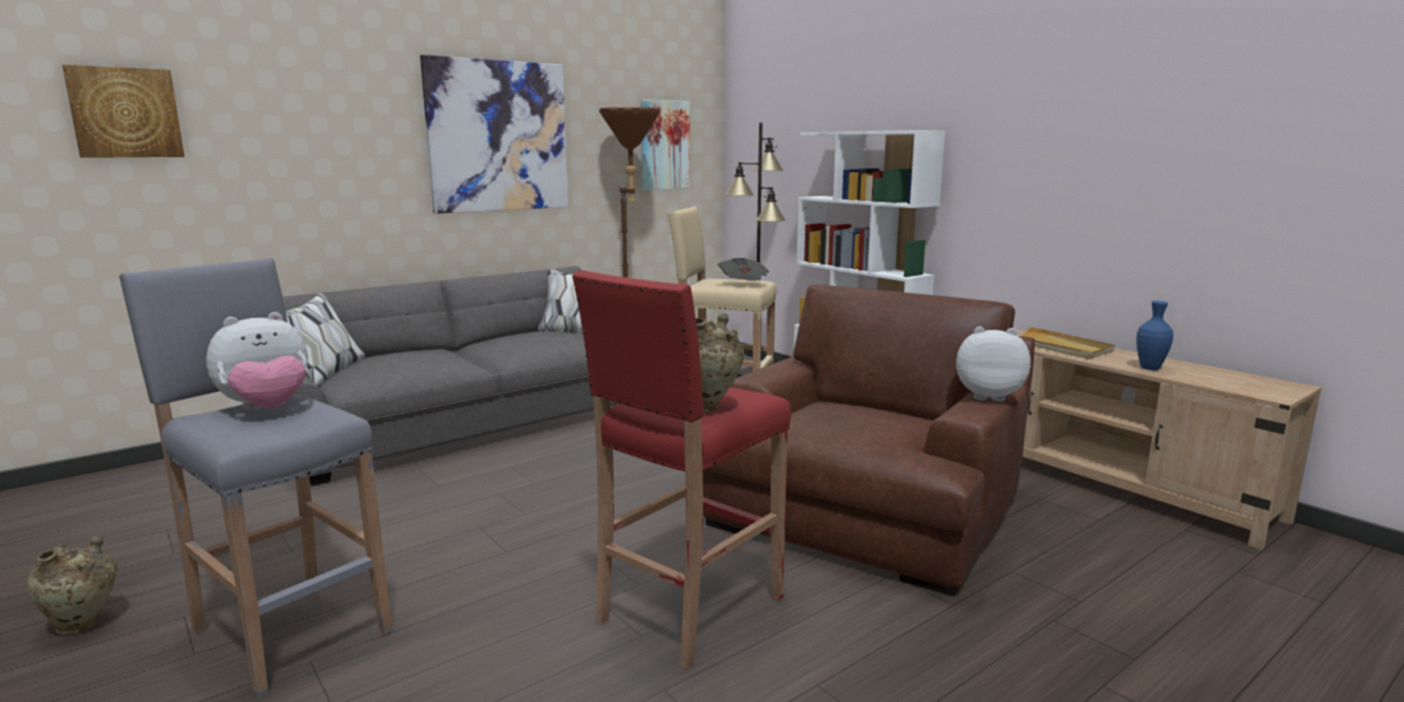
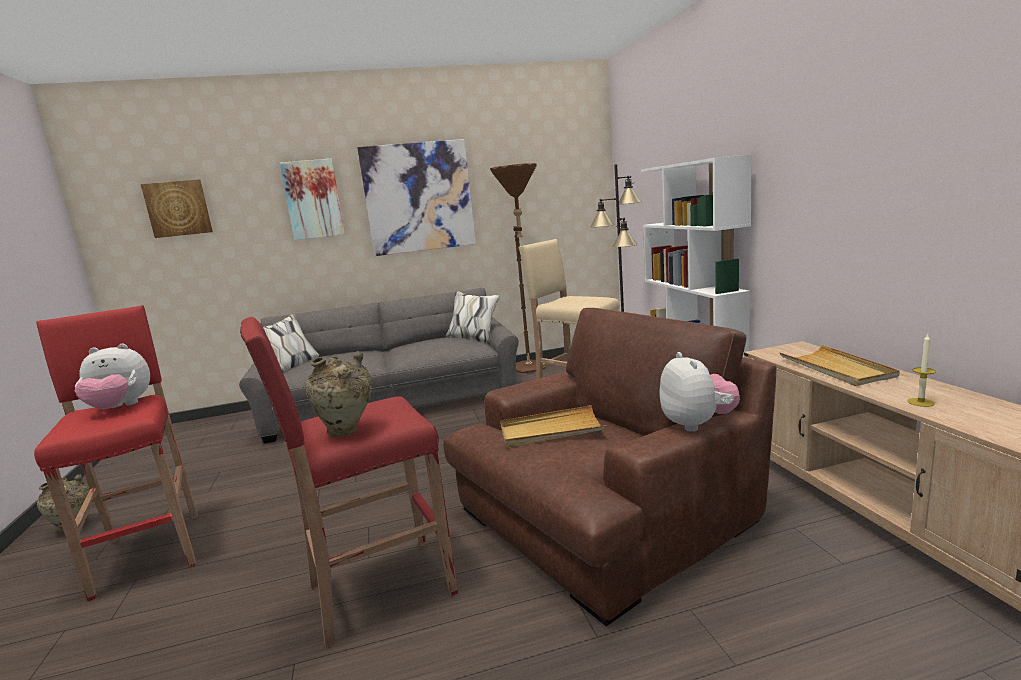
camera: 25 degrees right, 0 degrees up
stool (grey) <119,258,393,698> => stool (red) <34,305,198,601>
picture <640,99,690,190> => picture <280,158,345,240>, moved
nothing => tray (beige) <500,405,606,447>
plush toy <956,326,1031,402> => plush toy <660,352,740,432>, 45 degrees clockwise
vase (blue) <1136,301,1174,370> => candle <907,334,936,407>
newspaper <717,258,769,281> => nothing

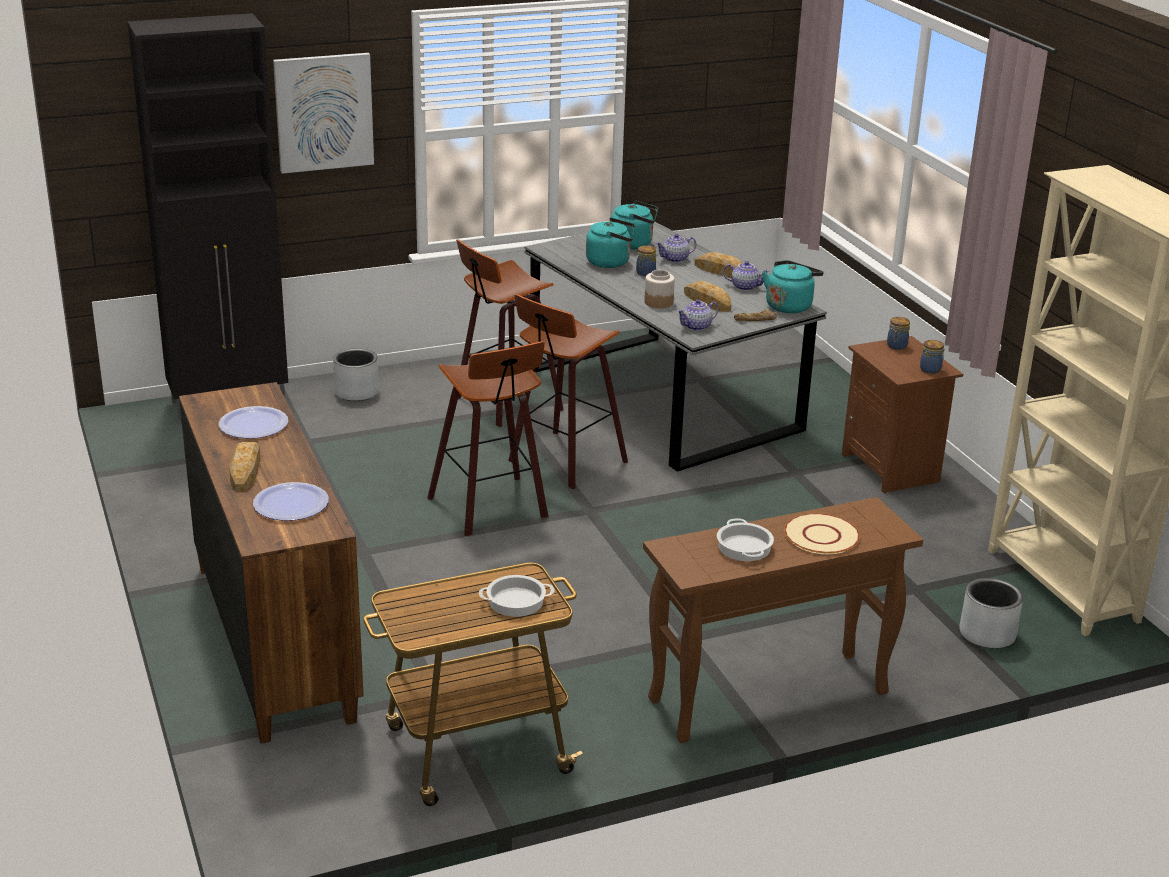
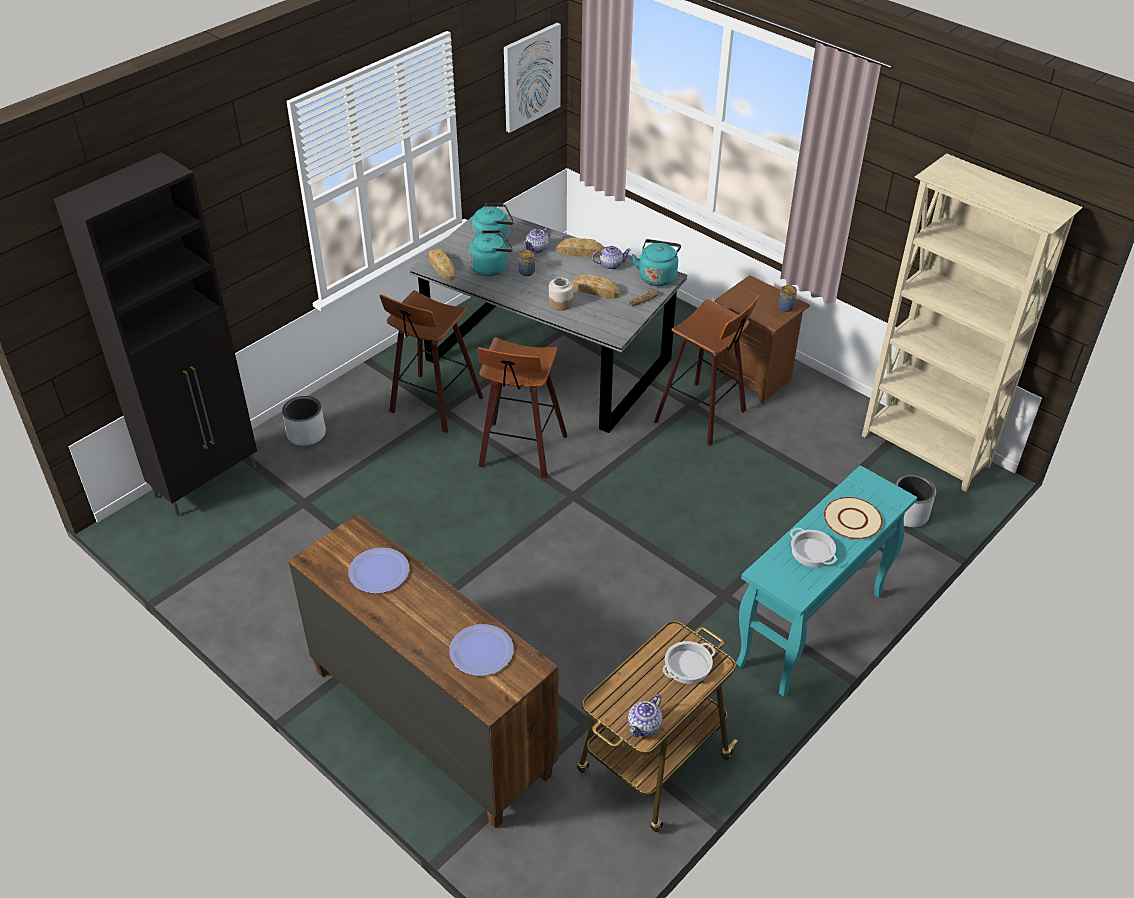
camera: 25 degrees left, 15 degrees up
bread <229,442,261,491> => bread <429,248,455,281>, moved
picture <273,53,374,174> => picture <504,23,561,133>, moved
teapot <677,299,718,331> => teapot <628,694,663,737>, moved
stool <428,341,548,536> => stool <654,295,760,446>, moved
console table (brown) <643,497,924,743> => console table (turquoise) <736,465,917,697>
jar <887,317,910,350> => nothing

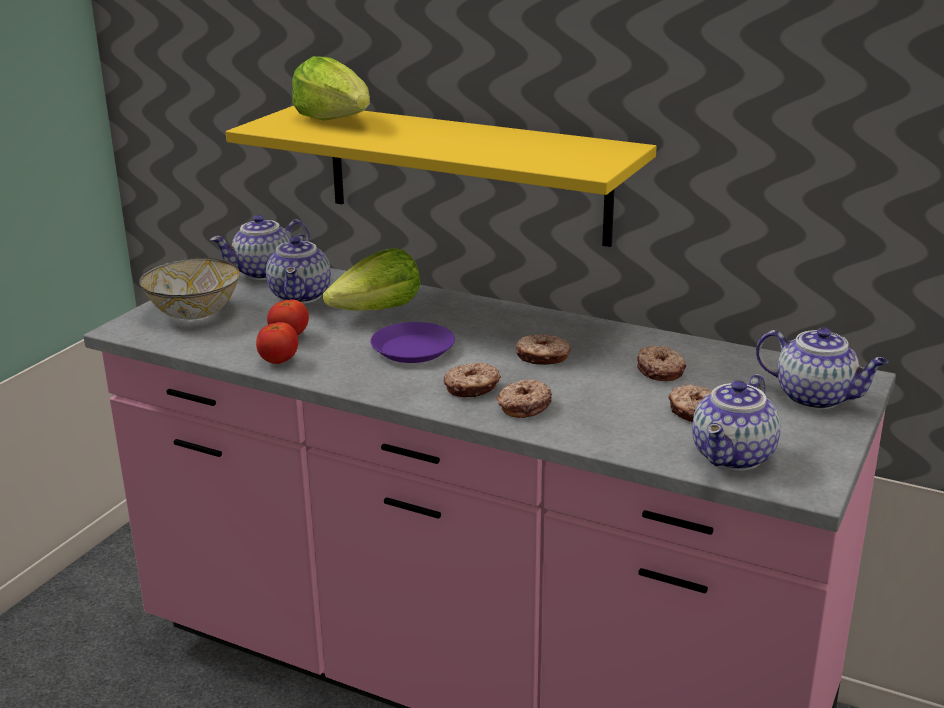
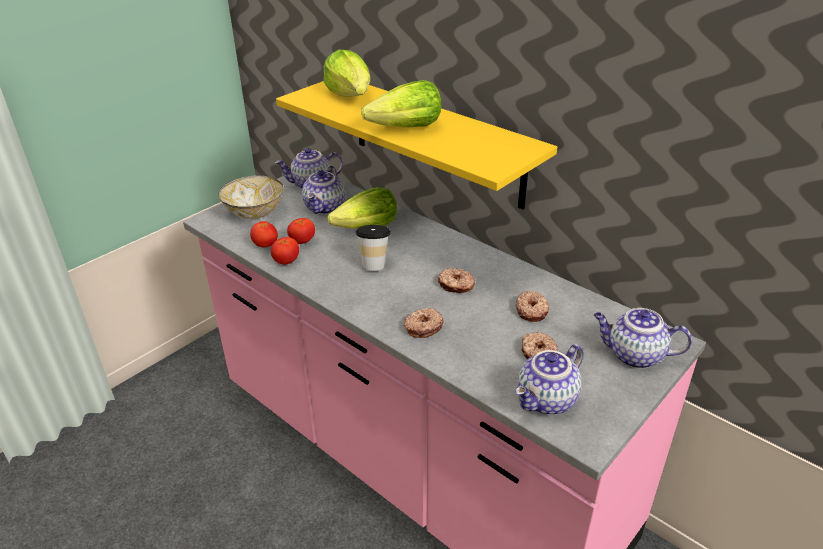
camera: 15 degrees right, 10 degrees up
nothing => tomato <250,221,278,247>
plate (purple) <370,322,455,363> => cup <356,225,391,271>
nothing => lettuce <361,80,441,128>
teapot <756,327,888,410> => teapot <593,308,692,369>, 150 degrees clockwise
donut <444,362,501,397> => nothing

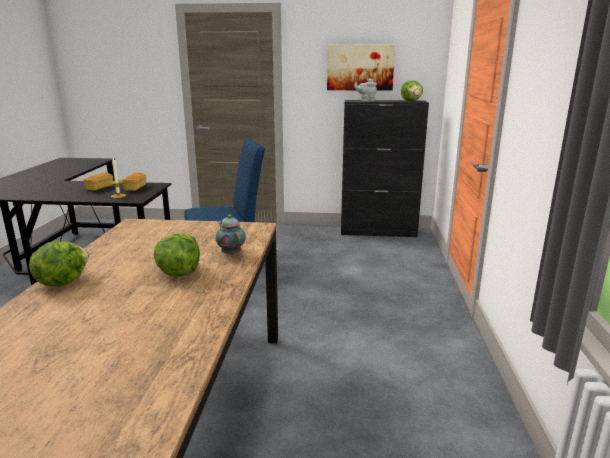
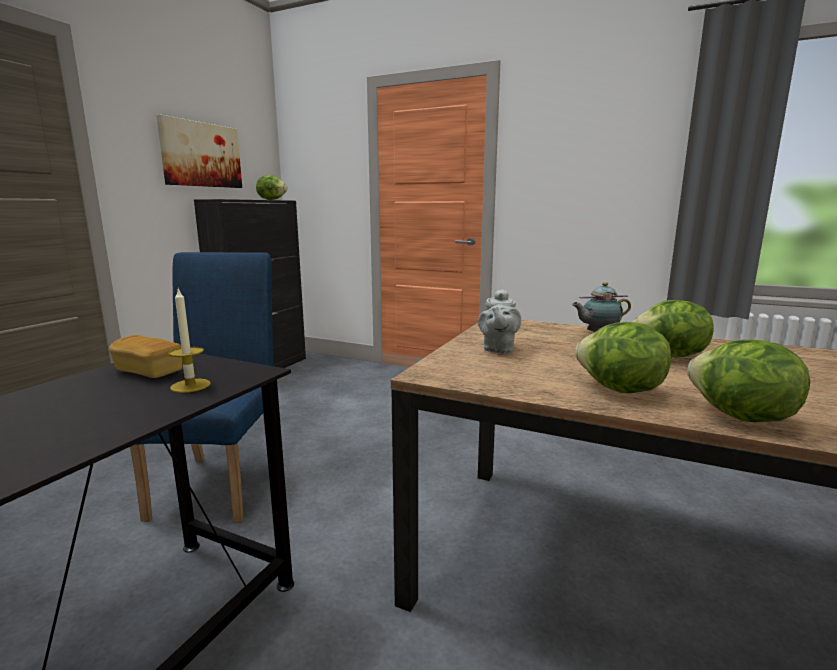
camera: 70 degrees left, 5 degrees down
teapot (grey) <354,78,377,102> => teapot (grey) <478,289,521,354>, moved
nothing => lettuce <575,322,671,393>
bread <83,173,113,191> => nothing

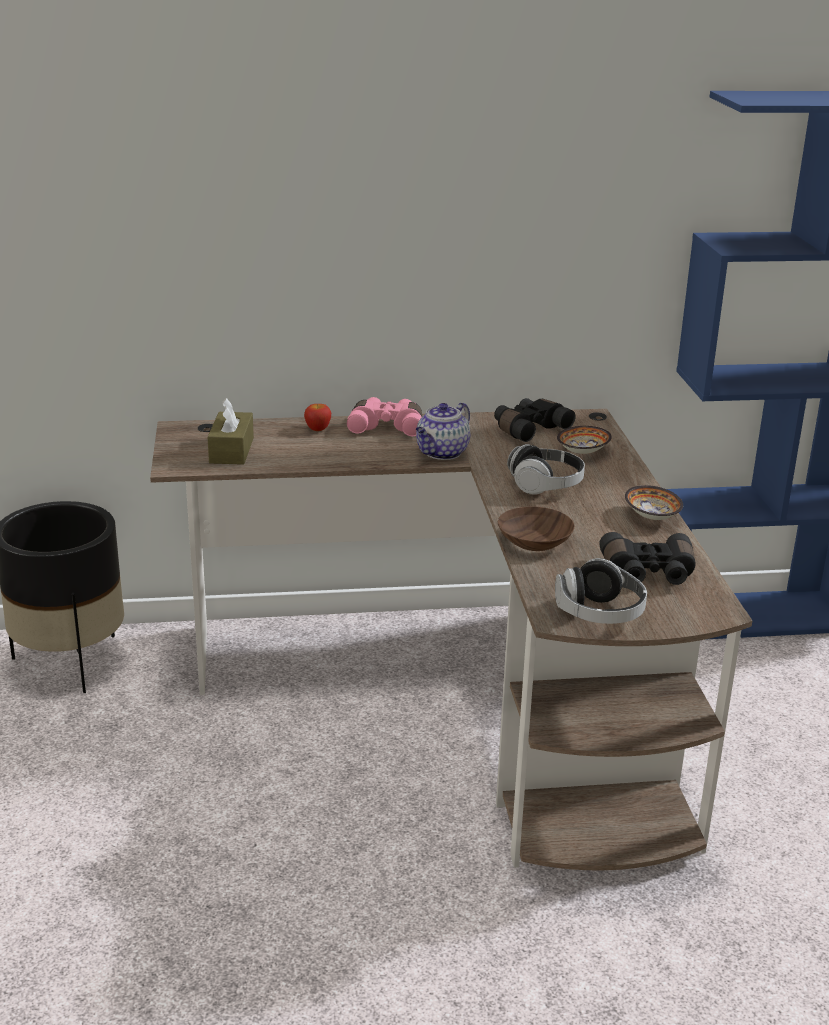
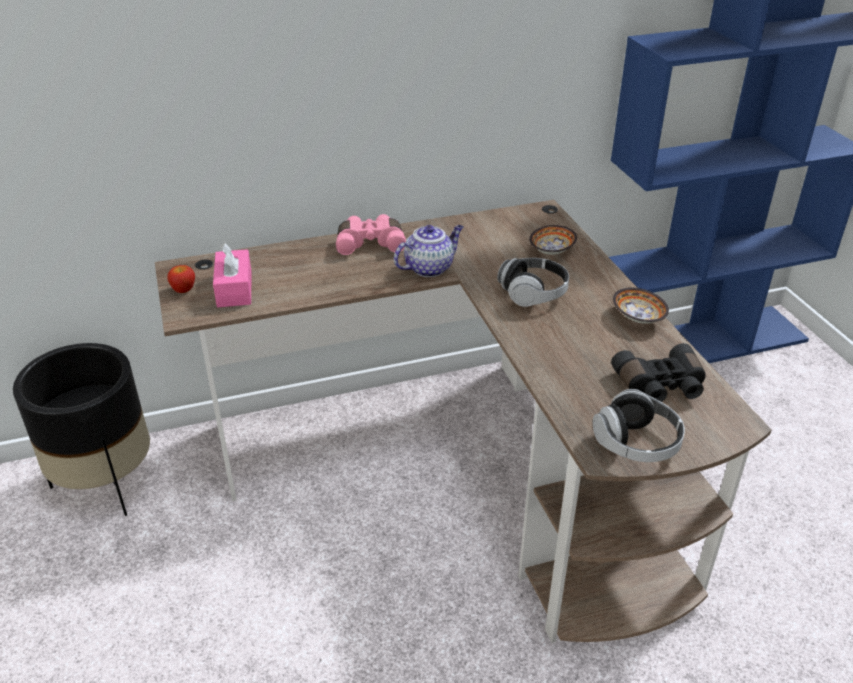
camera: 10 degrees left, 10 degrees up
apple <304,404,331,431> => apple <167,265,195,293>, moved
tissue box (brown) <208,398,254,465> => tissue box (pink) <213,243,252,307>
teapot <416,403,470,460> => teapot <394,225,463,277>, 150 degrees counterclockwise
binoculars (black) <494,398,576,442> => nothing
bowl (brown) <498,506,575,551> => nothing

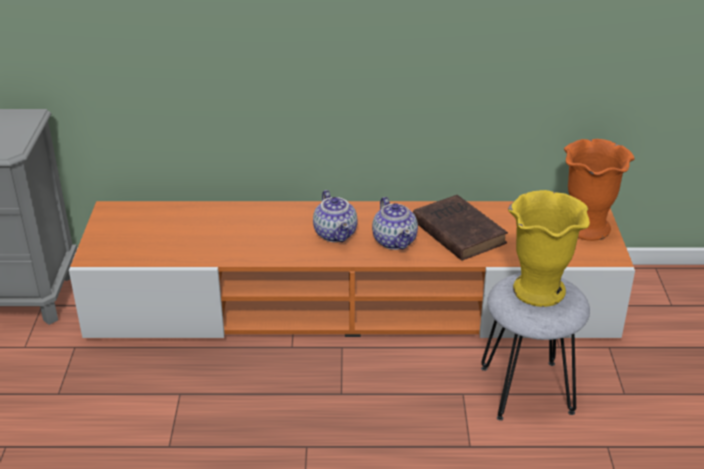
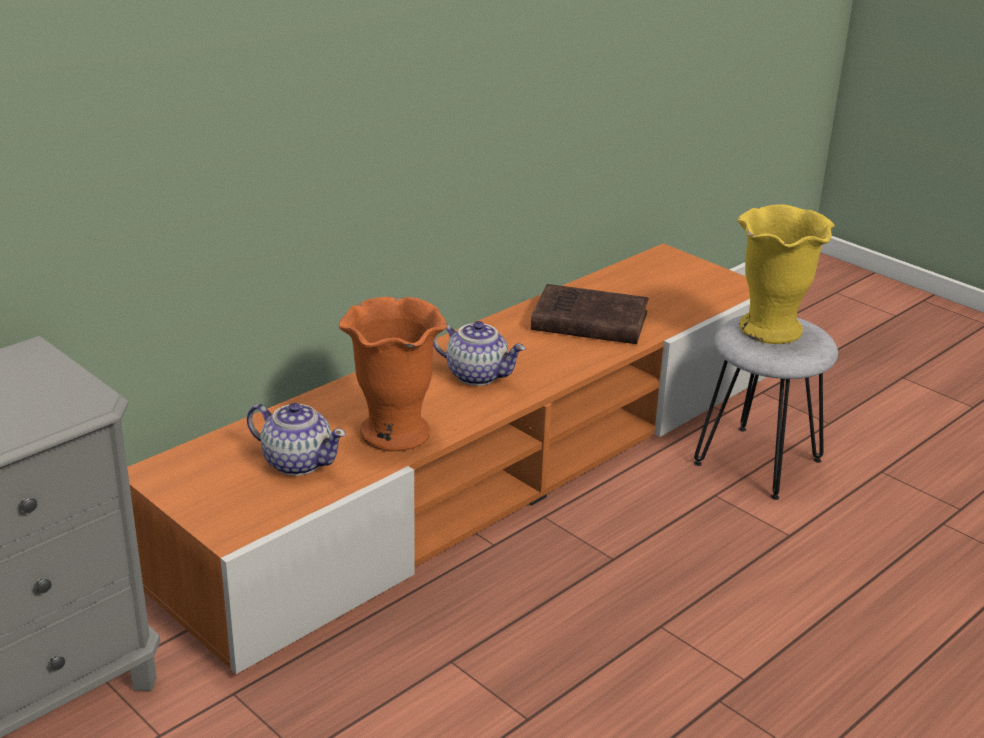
camera: 45 degrees left, 5 degrees down
teapot <372,197,418,250> => teapot <247,403,346,476>, moved
vase (orange) <564,139,635,241> => vase (orange) <339,297,447,451>, moved

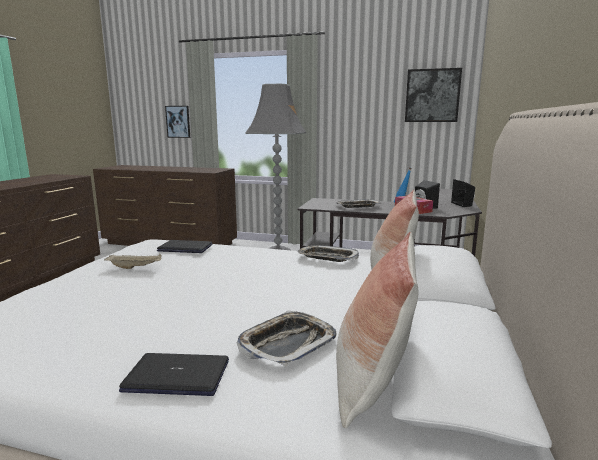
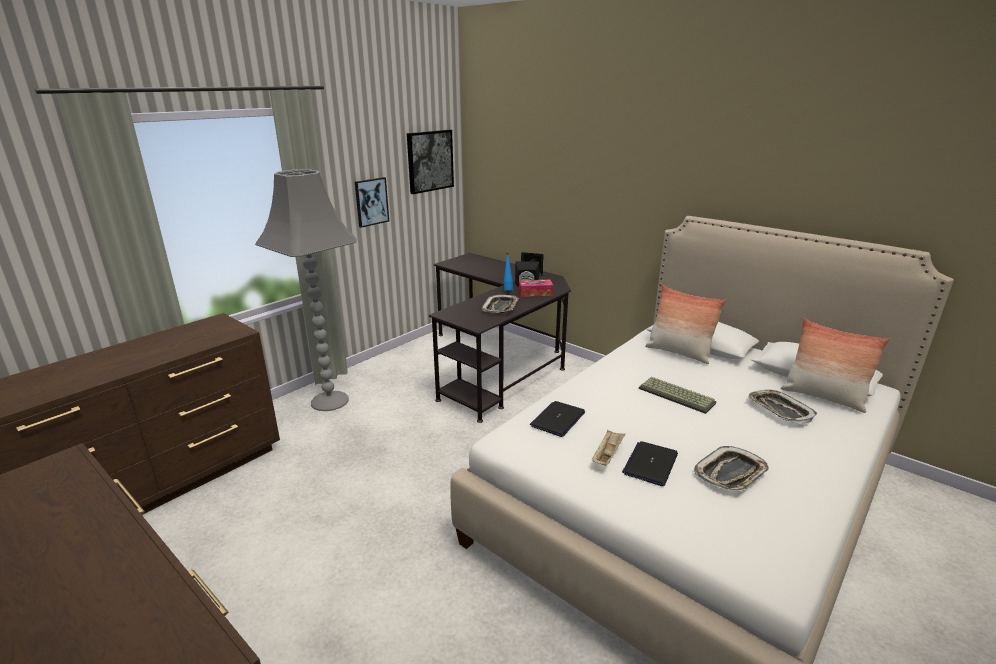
camera: 65 degrees left, 10 degrees up
picture <165,106,190,138> => picture <355,177,389,228>, moved
laptop <119,353,229,396> => laptop <622,441,678,486>, moved
nothing => keyboard <639,377,716,414>
tray <298,245,359,262> => tray <694,446,769,491>, moved

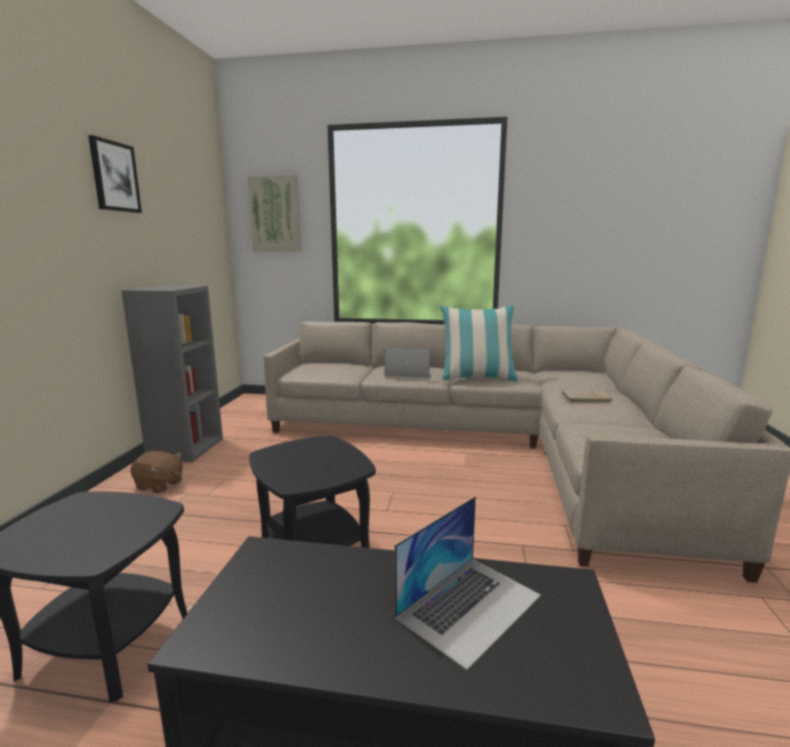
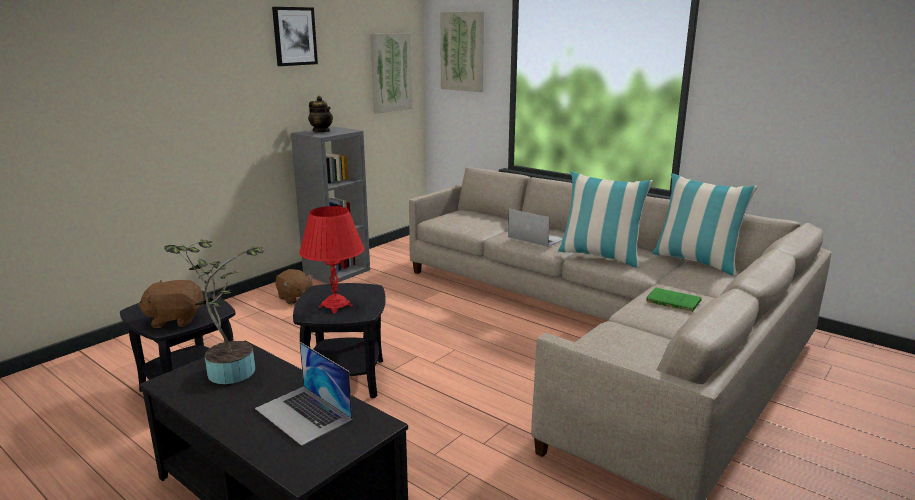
camera: 30 degrees right, 5 degrees up
nothing => plush toy (brown) <138,280,203,328>
nothing => potted plant <164,239,264,384>
laptop <395,496,541,670> => laptop <255,342,352,446>, 60 degrees clockwise
nothing => table lamp (red) <299,206,364,313>
nothing => teapot <308,96,333,132>
nothing => picture <370,33,413,114>
book (beige) <562,390,612,402> => book (green) <646,288,702,312>
nothing => pillow <652,173,758,276>

